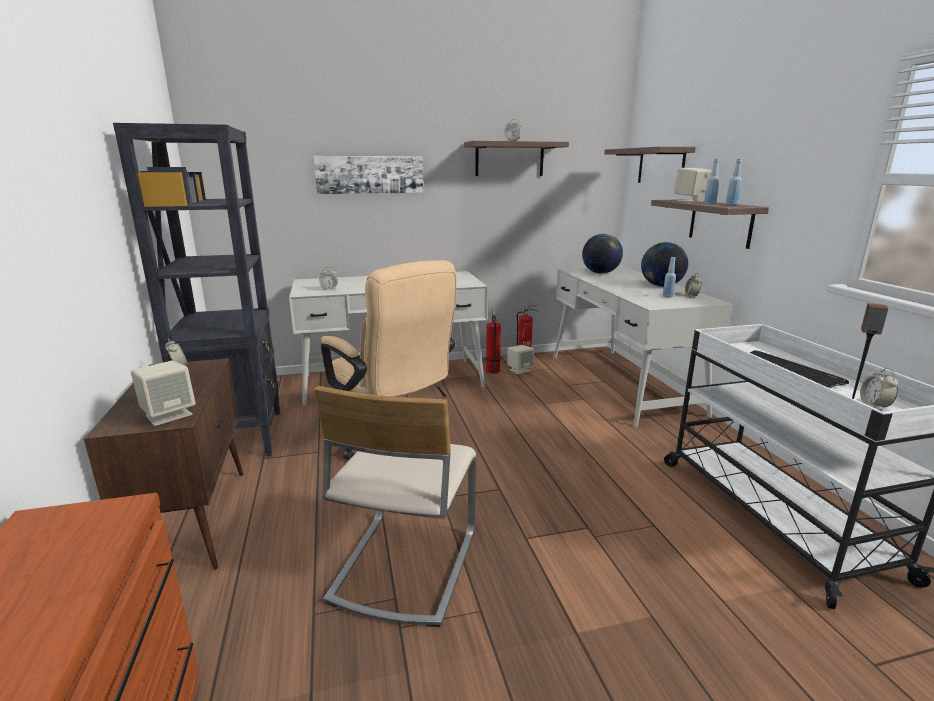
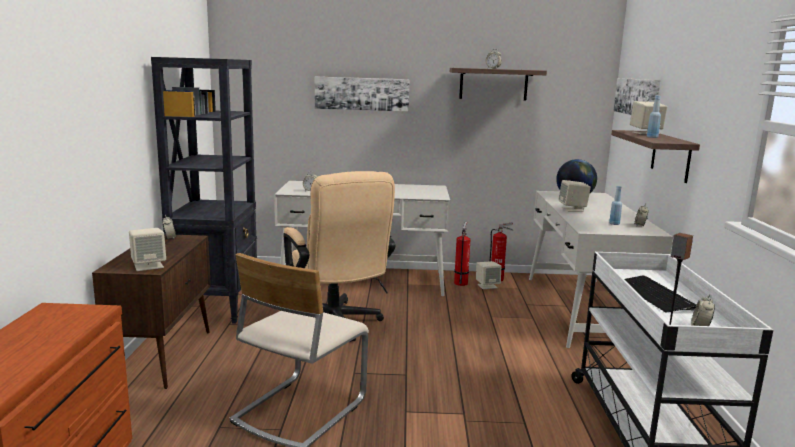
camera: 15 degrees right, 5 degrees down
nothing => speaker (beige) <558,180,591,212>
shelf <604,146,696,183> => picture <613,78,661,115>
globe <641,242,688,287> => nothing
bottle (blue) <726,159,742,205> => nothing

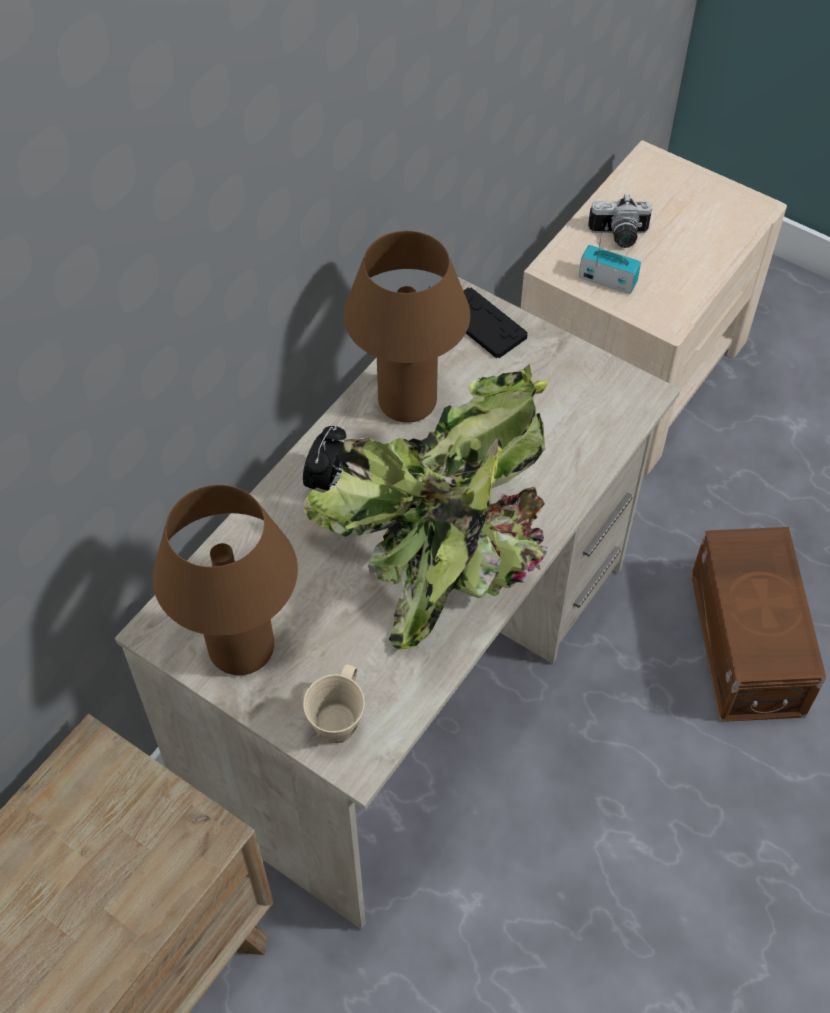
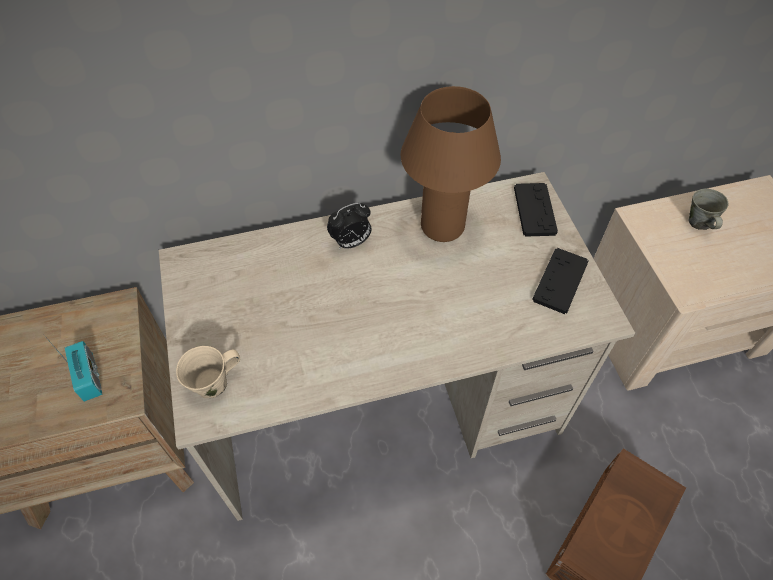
camera: 40 degrees right, 0 degrees up
radio <579,225,641,294> => radio <43,334,102,402>, moved
nothing => game controller (black) <532,248,589,314>
photo camera <588,194,652,248> => mug (grey) <688,189,729,230>
table lamp (brown) <153,485,298,675> => nothing
potted plant <303,364,548,651> => nothing

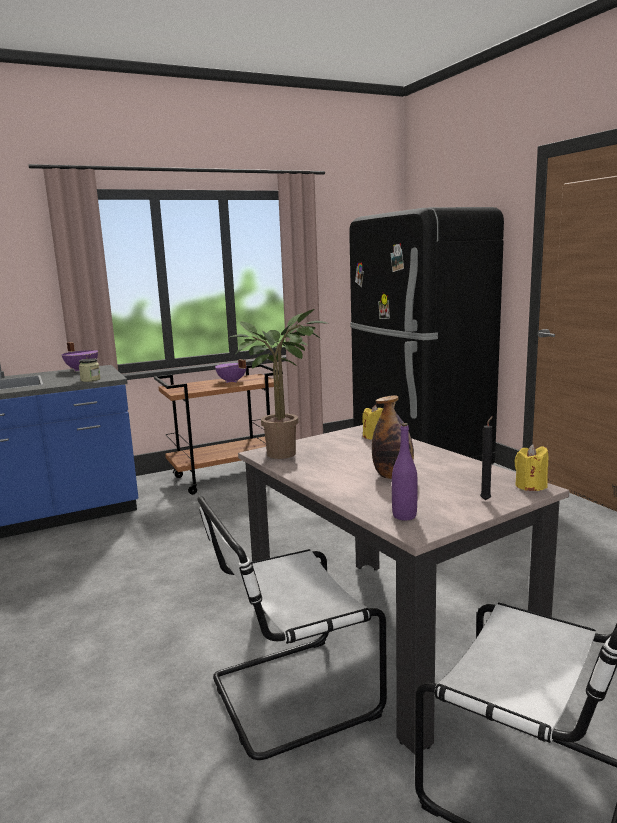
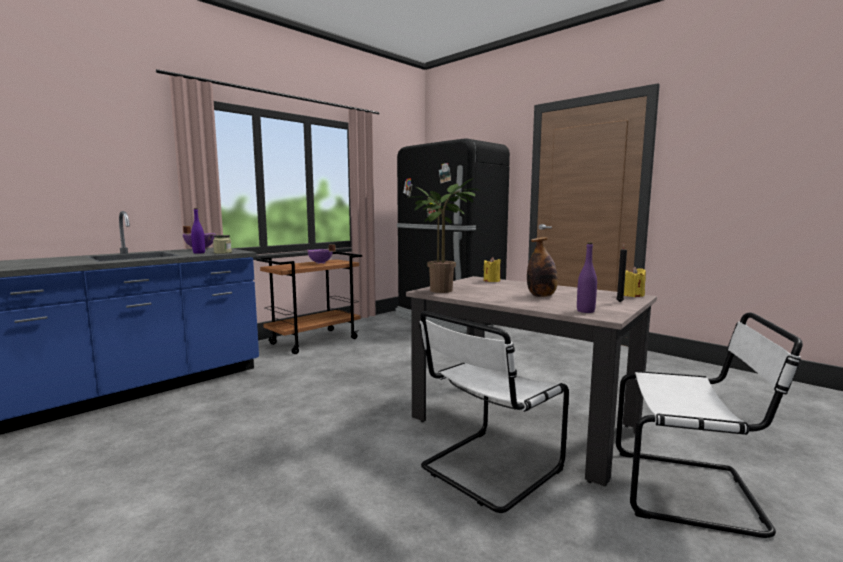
camera: 20 degrees left, 5 degrees down
nothing => bottle (purple) <191,208,205,254>

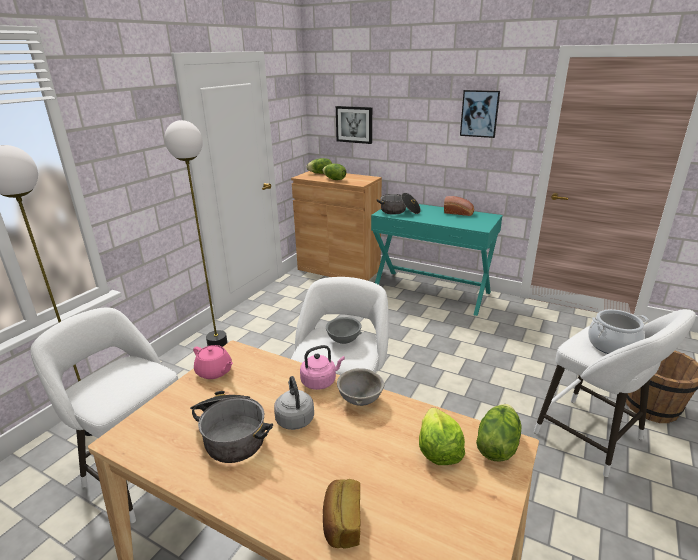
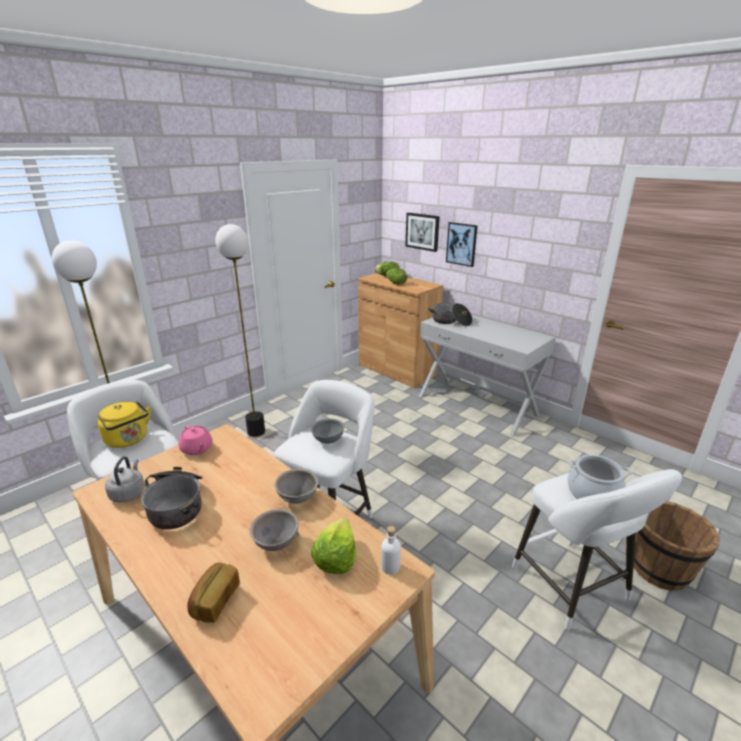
camera: 15 degrees right, 0 degrees up
nothing => kettle (yellow) <97,401,151,448>
kettle (grey) <274,376,314,430> => kettle (grey) <105,456,145,502>, moved
nothing => bowl (grey) <250,509,300,551>
lettuce <476,404,522,462> => bottle (white) <381,526,401,575>
console table (turquoise) <371,204,503,316> => console table (white) <419,314,556,437>
picture <460,90,500,138> => picture <446,222,477,267>, moved
kettle (pink) <300,345,345,390> => nothing
bread <444,196,474,216> => nothing

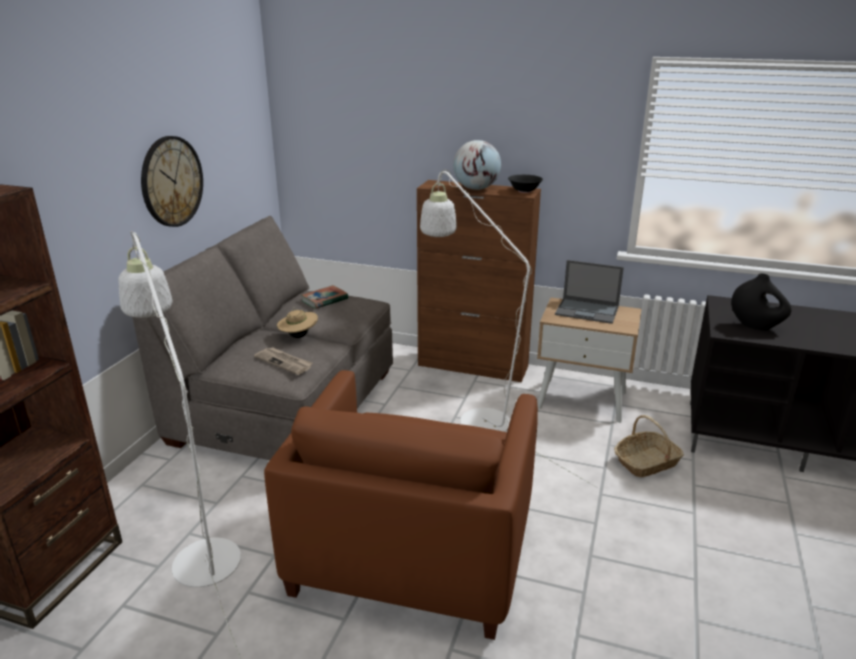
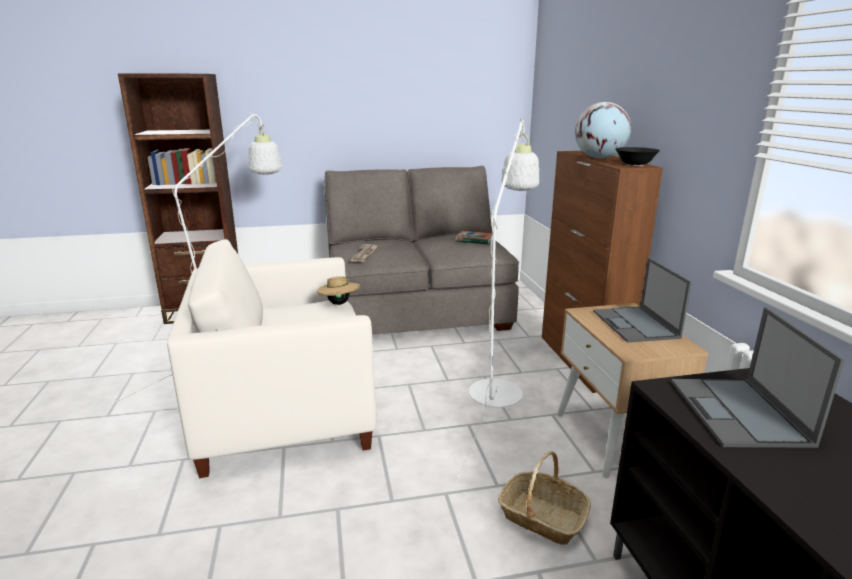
camera: 60 degrees right, 5 degrees down
armchair (brown) <264,370,538,640> => armchair (white) <167,239,377,478>
hat (beige) <277,307,318,338> => hat (beige) <317,274,360,305>, moved
vase (black) <731,273,792,330> => laptop <671,307,845,448>
wall clock <141,136,203,227> => nothing

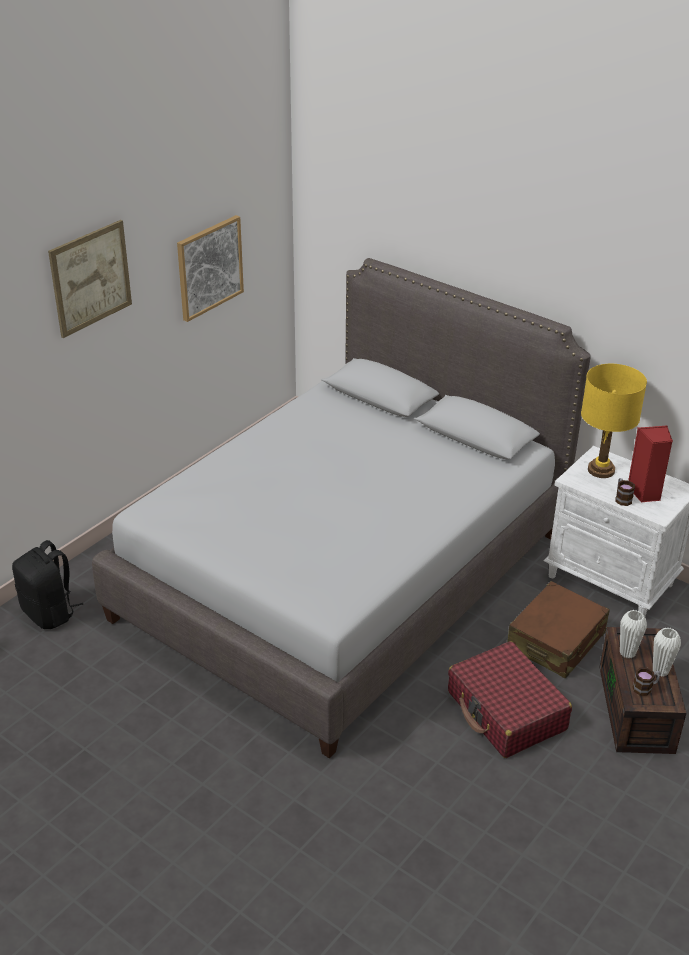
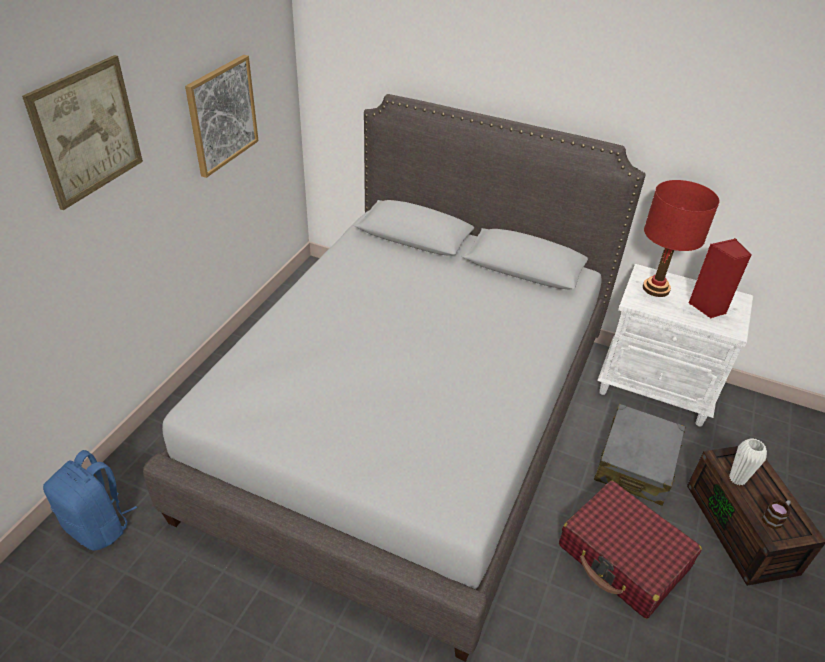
camera: 15 degrees left, 5 degrees up
backpack (black) <12,540,83,629> => backpack (blue) <43,450,137,551>
suitcase (brown) <507,581,610,679> => suitcase (grey) <594,404,686,506>
table lamp (yellow) <581,364,647,478> => table lamp (red) <643,180,720,297>
mug <616,478,635,506> => nothing
vase (white) <653,628,681,677> => nothing

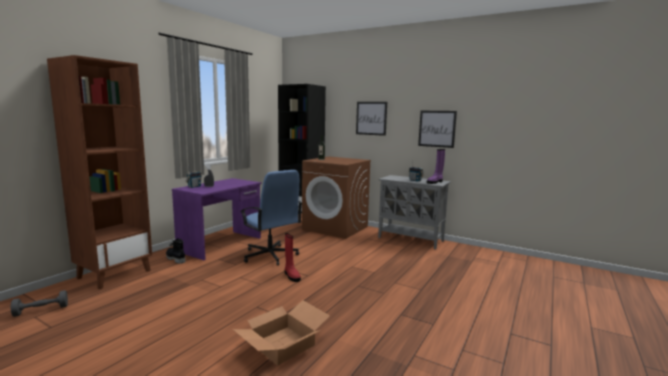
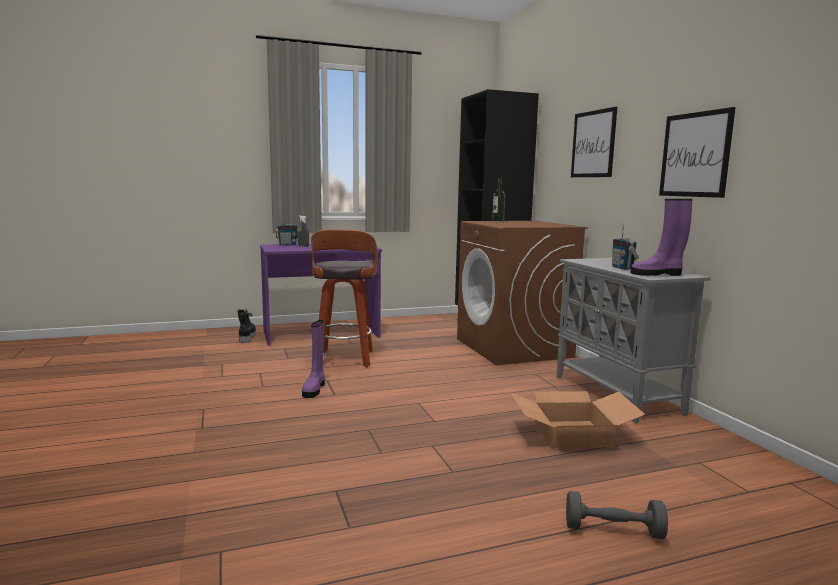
camera: 40 degrees right, 0 degrees up
boot (red) <285,233,301,282> => boot (purple) <302,320,325,398>
office chair (blue) <240,170,303,266> => stool <311,229,378,367>
cardboard box <233,300,330,366> => cardboard box <510,391,645,448>, moved
dumbbell (grey) <11,290,68,317> => dumbbell (grey) <566,491,668,539>, moved
bookcase (brown) <47,55,152,289> => nothing

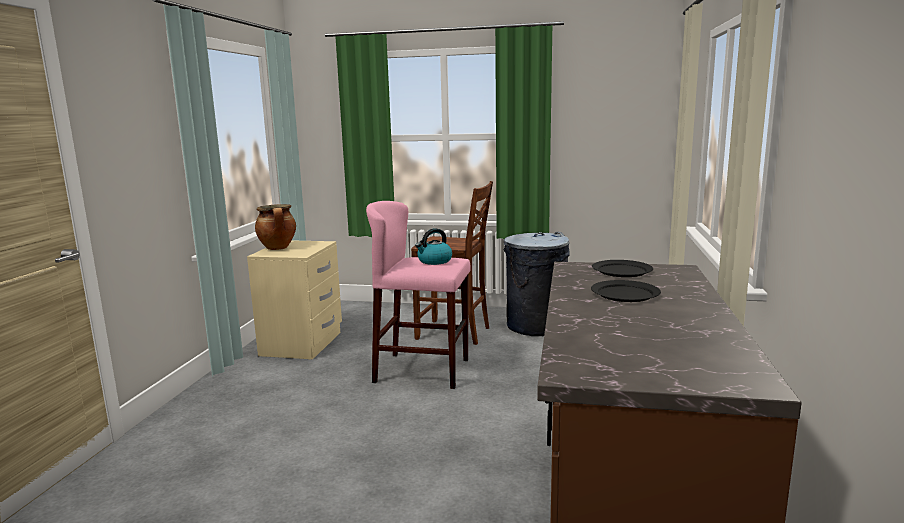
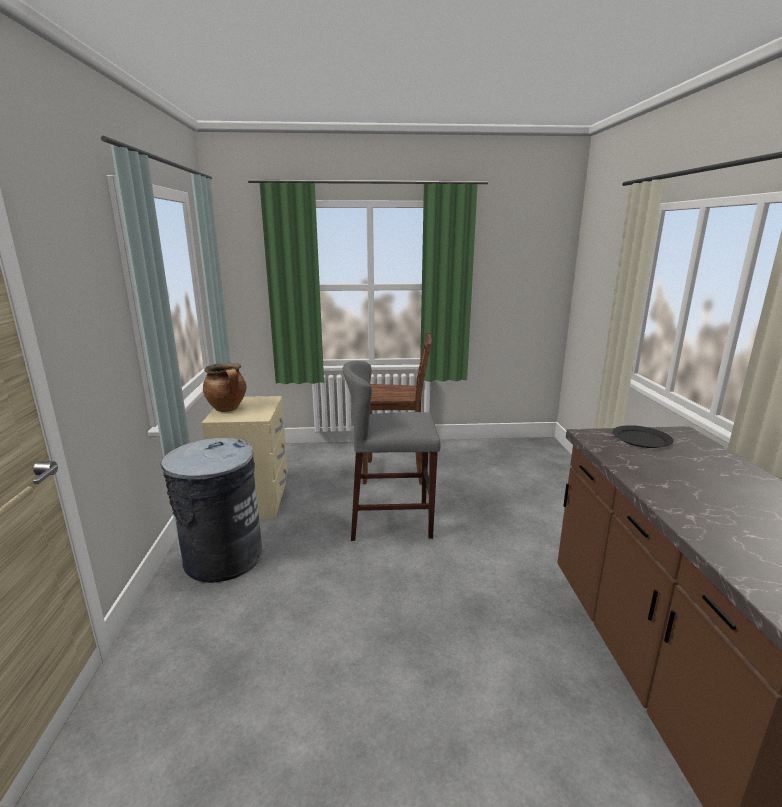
camera: 15 degrees left, 5 degrees up
trash can (grey) <504,232,570,336> => trash can (grey) <160,438,263,583>, moved
stool (pink) <366,201,471,389> => stool (grey) <343,361,441,541>
kettle <415,228,452,265> => nothing
plate (black) <591,280,661,302> => nothing

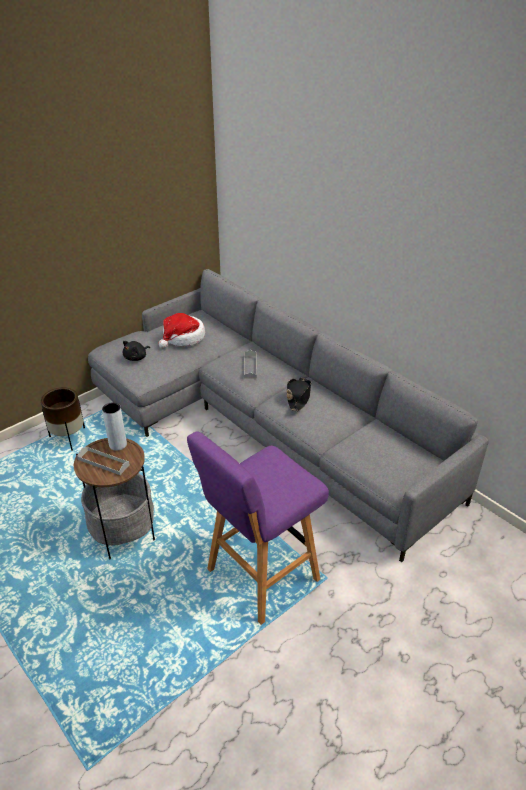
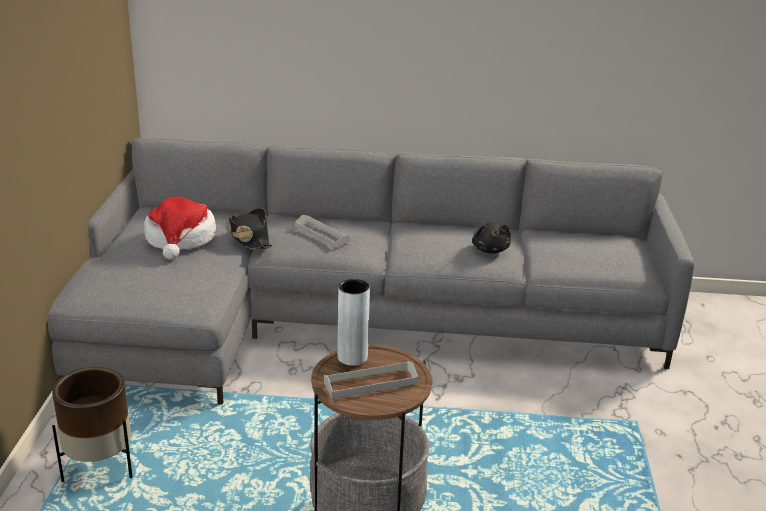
camera: 45 degrees left, 10 degrees down
hat (black) <287,377,311,411> => hat (black) <229,208,273,249>, moved
plush toy (black) <122,341,150,361> => plush toy (black) <472,222,511,254>, moved
stool (purple) <187,431,329,625> => nothing

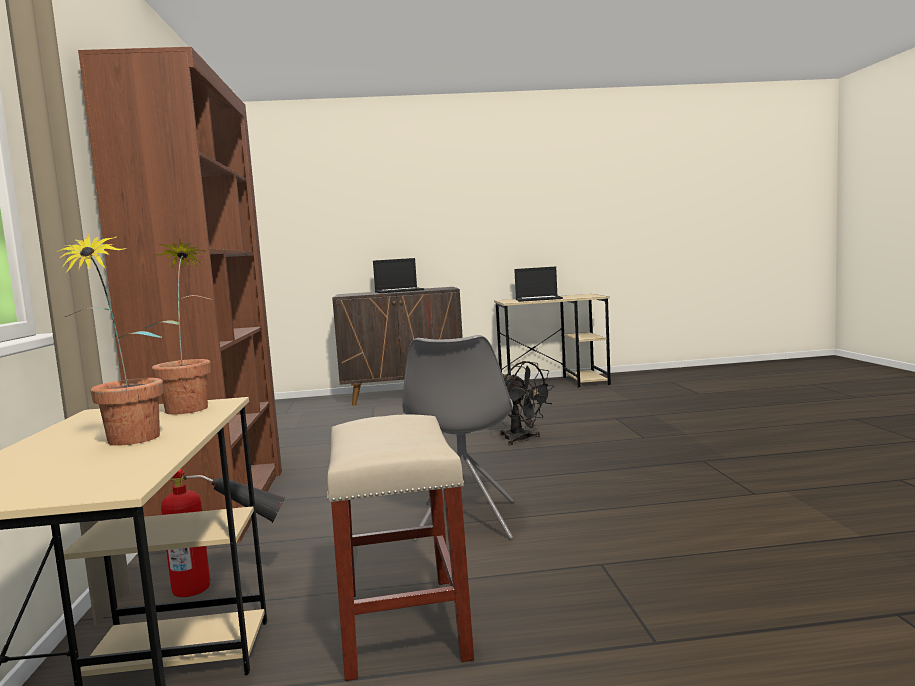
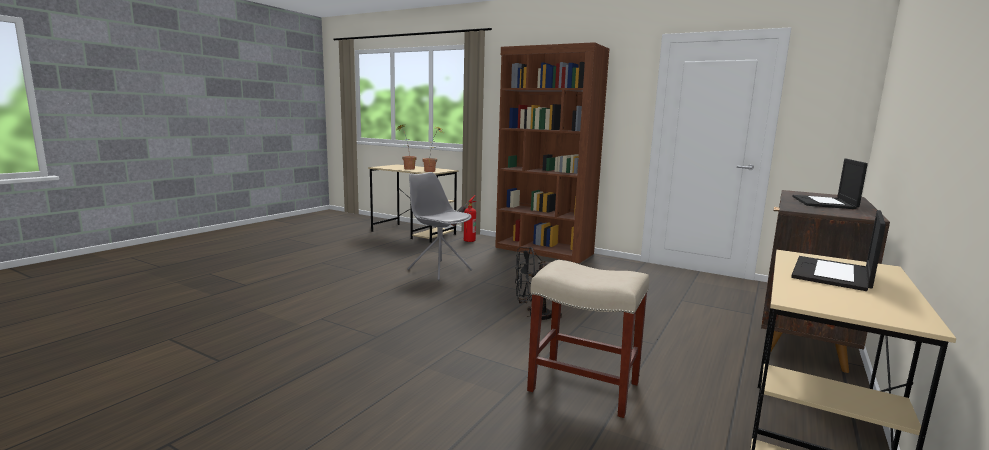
camera: 125 degrees right, 5 degrees up
stool (beige) <327,414,474,681> => stool (beige) <527,260,649,418>, moved

